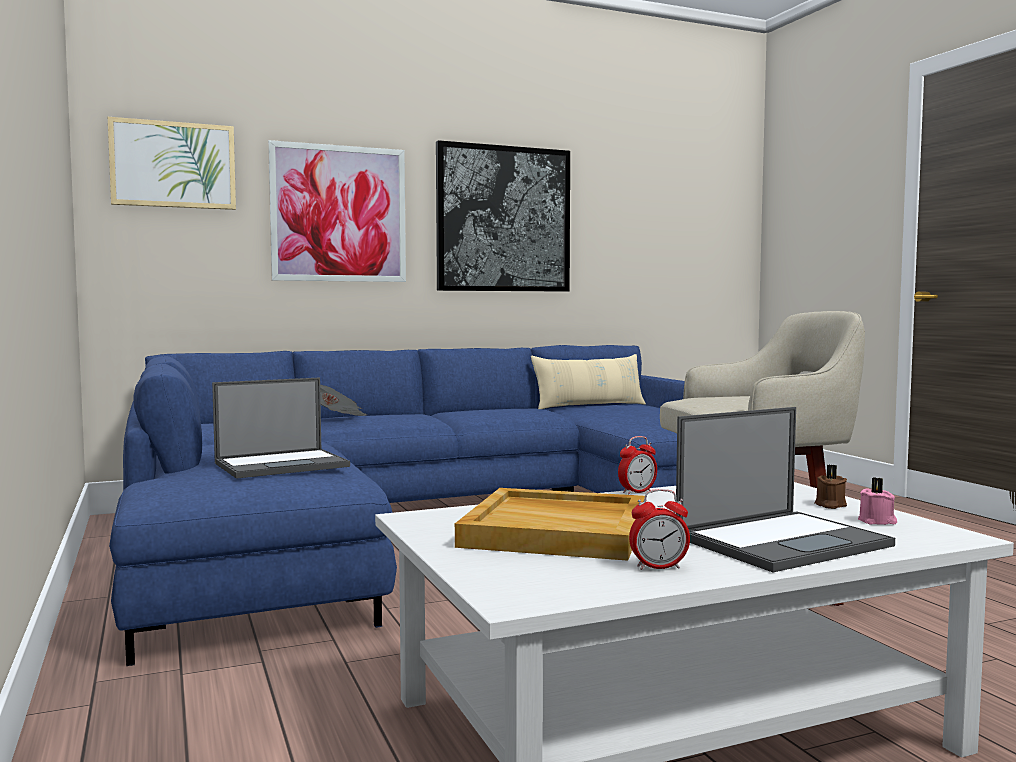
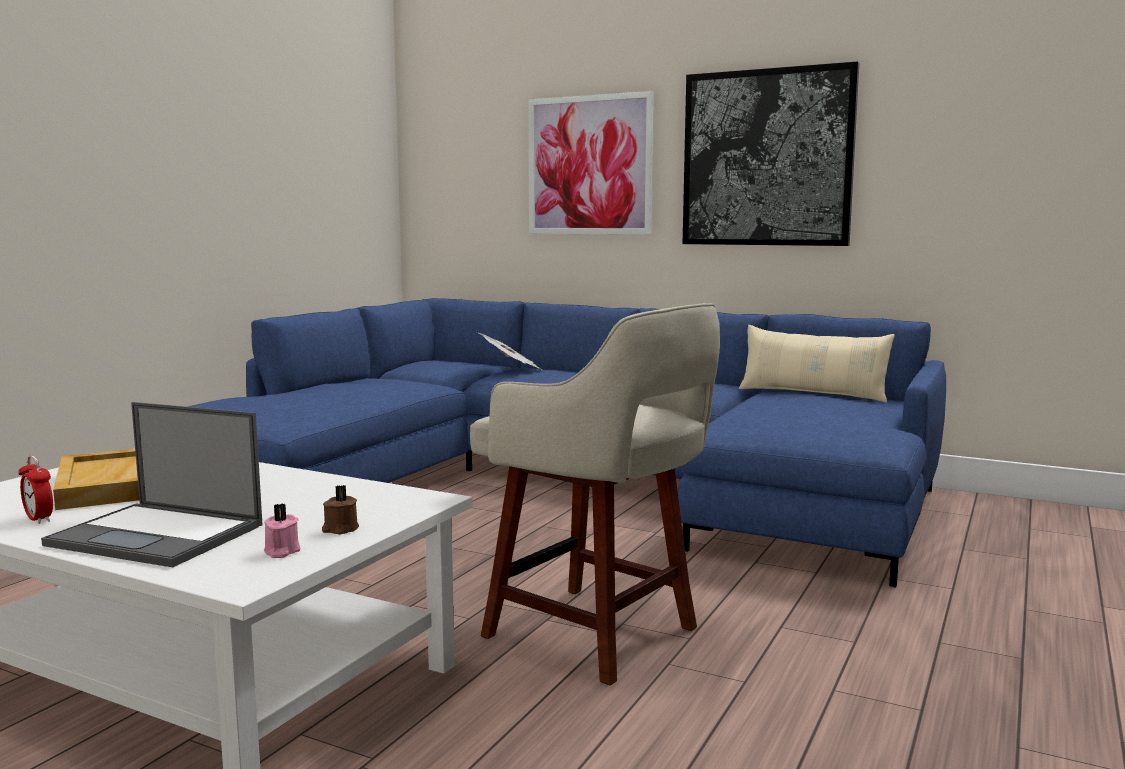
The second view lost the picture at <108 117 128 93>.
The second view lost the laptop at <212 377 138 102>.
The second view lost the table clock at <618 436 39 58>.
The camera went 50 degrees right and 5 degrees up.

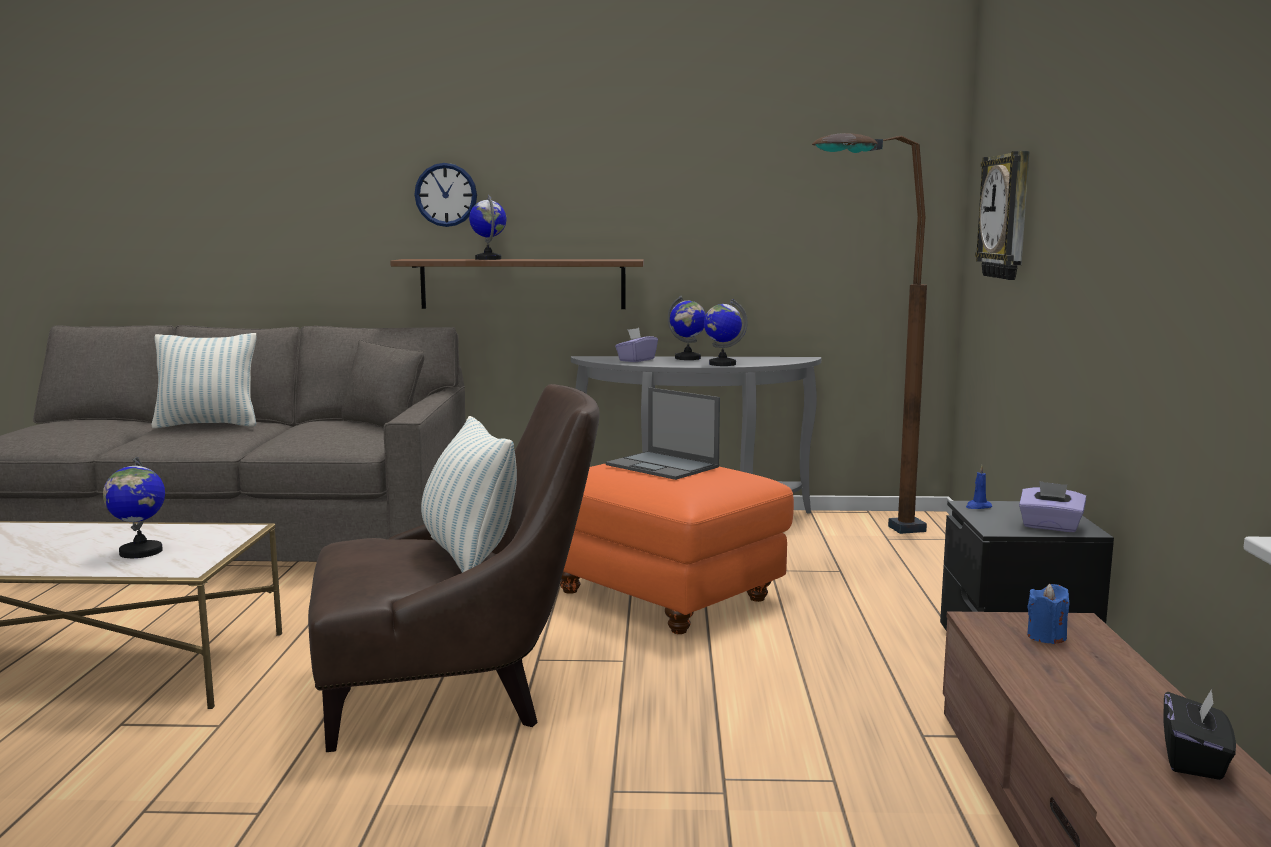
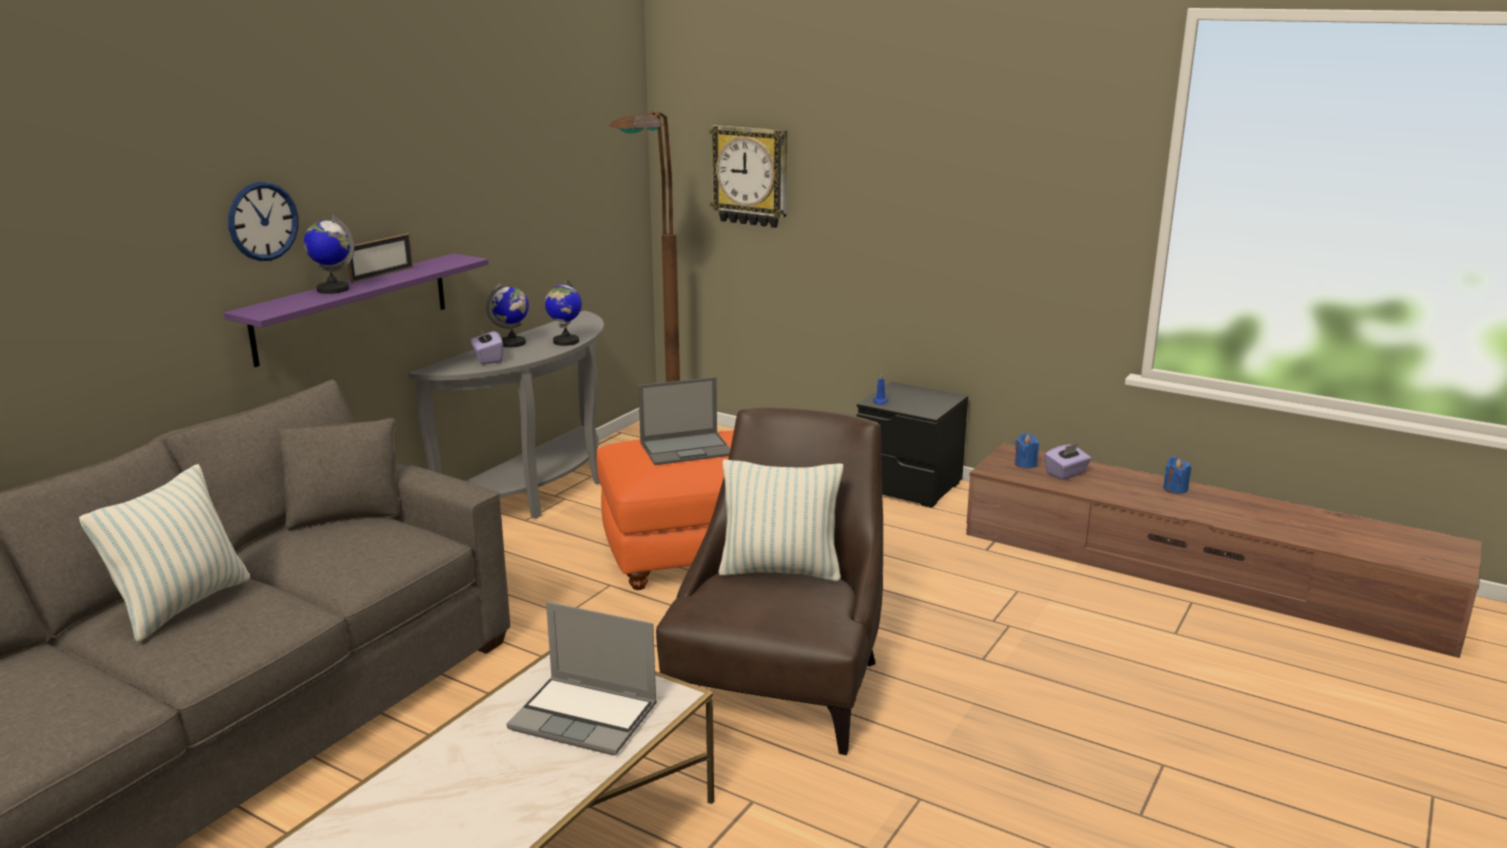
The second view gained the picture frame at <347 233 66 50>.
The tissue box/purple-coloured ended up elsewhere, having gone from <1019 481 67 51> to <1044 443 47 37>.
Where the desk globe stood at <103 456 62 102>, the laptop came to stand at <507 602 150 154>.
Where the tissue box/black stood at <1163 689 73 91>, the wax candle/blue came to stand at <1163 457 28 37>.
What was the shelf/brown at <390 259 254 50> turned into the shelf/purple-coloured at <224 253 264 114>.
The camera went 60 degrees left and 10 degrees up.

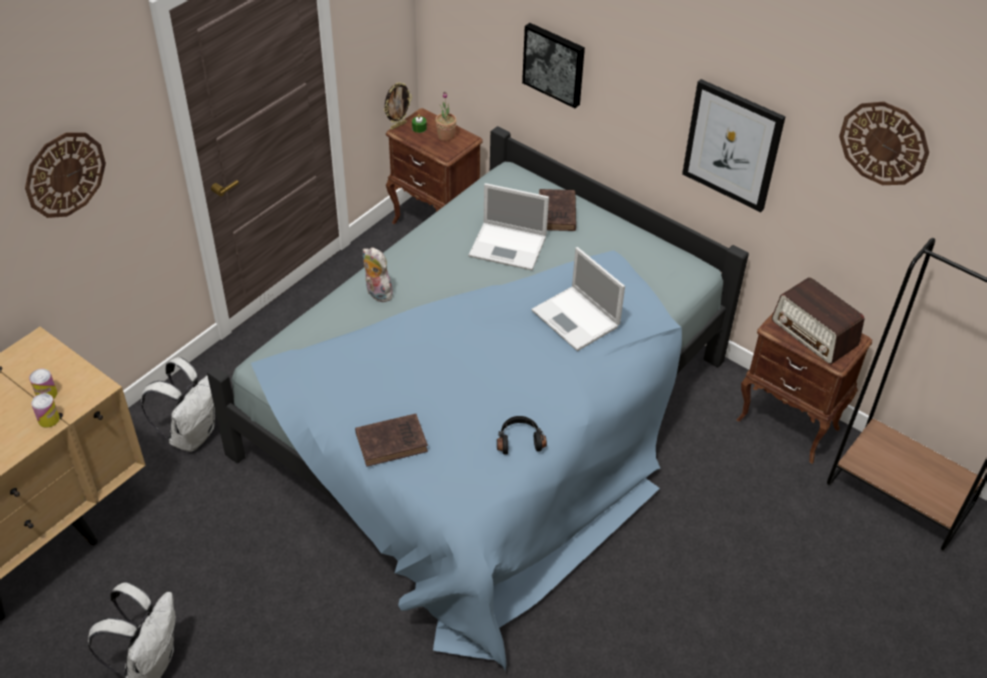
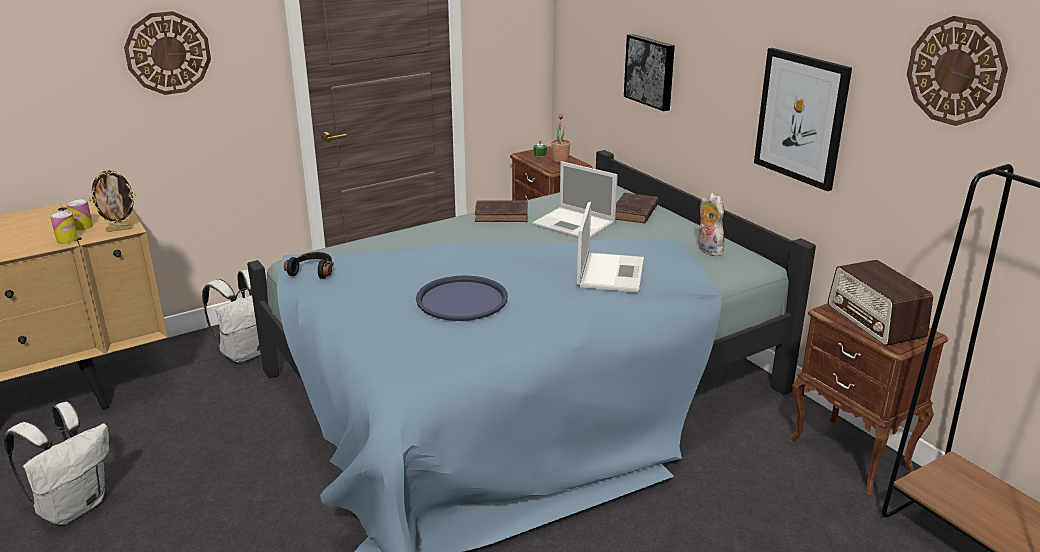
The second view gained the serving tray/blue at <416 275 92 46>.
The bound book/brown ended up elsewhere, having gone from <355 414 73 53> to <475 200 53 22>.
The soft toy ended up elsewhere, having gone from <363 247 30 55> to <698 193 27 63>.
The picture frame ended up elsewhere, having gone from <384 82 28 48> to <89 169 47 63>.
The pair of headphones/black ended up elsewhere, having gone from <497 416 50 39> to <284 252 50 27>.
The laptop at <531 247 94 104> ended up facing another way, 150 degrees counterclockwise from before.
The camera went 20 degrees right and 20 degrees down.

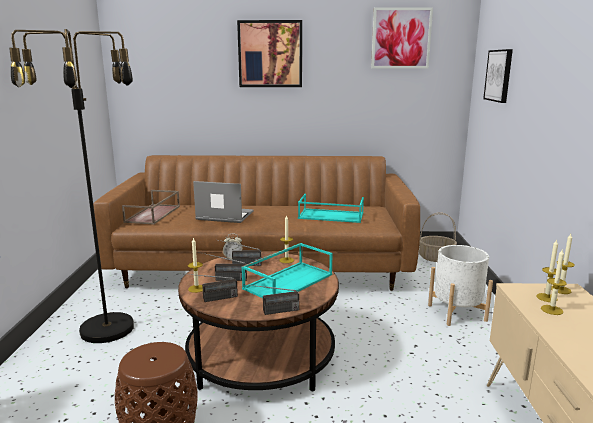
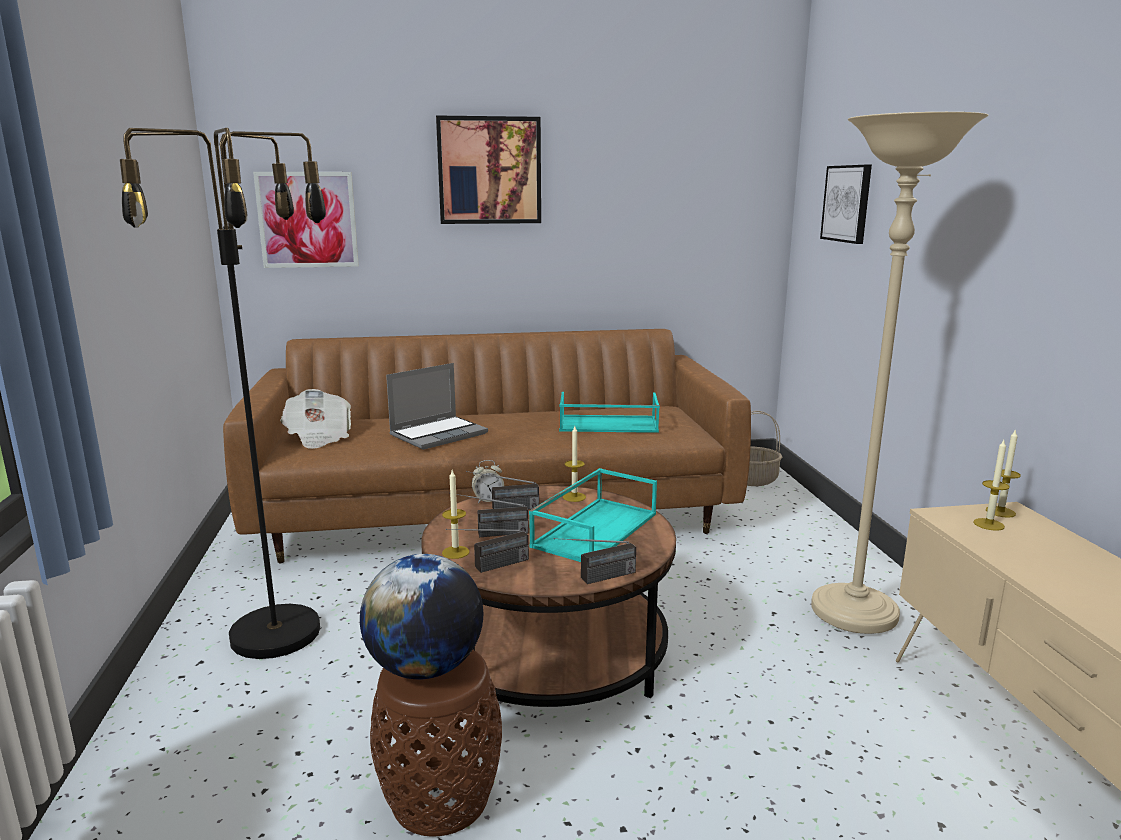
The second view lost the planter/white-coloured at <428 245 65 81>.
The second view lost the wax candle at <541 250 26 65>.
The second view gained the desk globe at <360 554 123 125>.
The second view gained the standard lamp/sand-coloured at <811 112 177 522>.
The picture ended up elsewhere, having gone from <371 7 62 62> to <253 172 106 96>.
Where the serving tray/brown stood at <122 190 58 35>, the daily paper came to stand at <281 389 70 60>.
The laptop at <193 181 60 42> ended up facing another way, 135 degrees clockwise from before.
The camera went 10 degrees left and 0 degrees up.

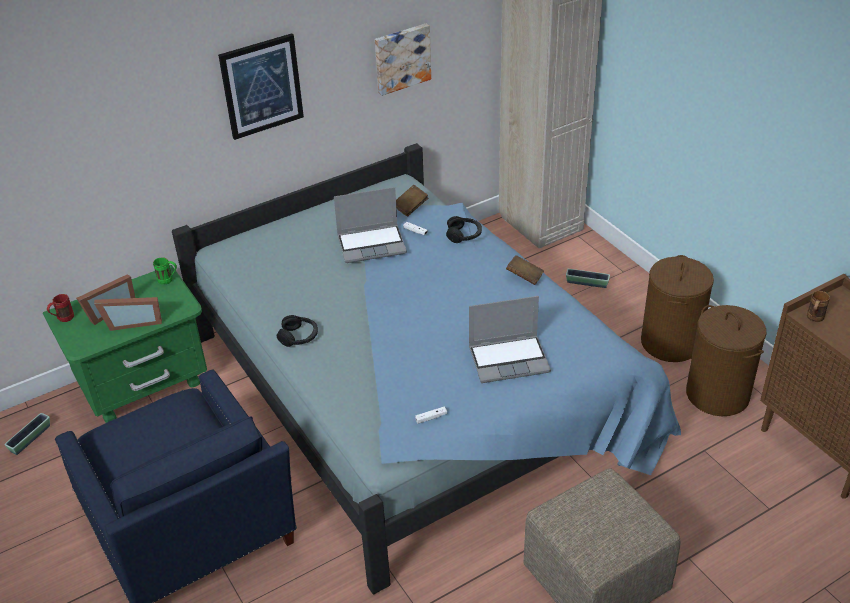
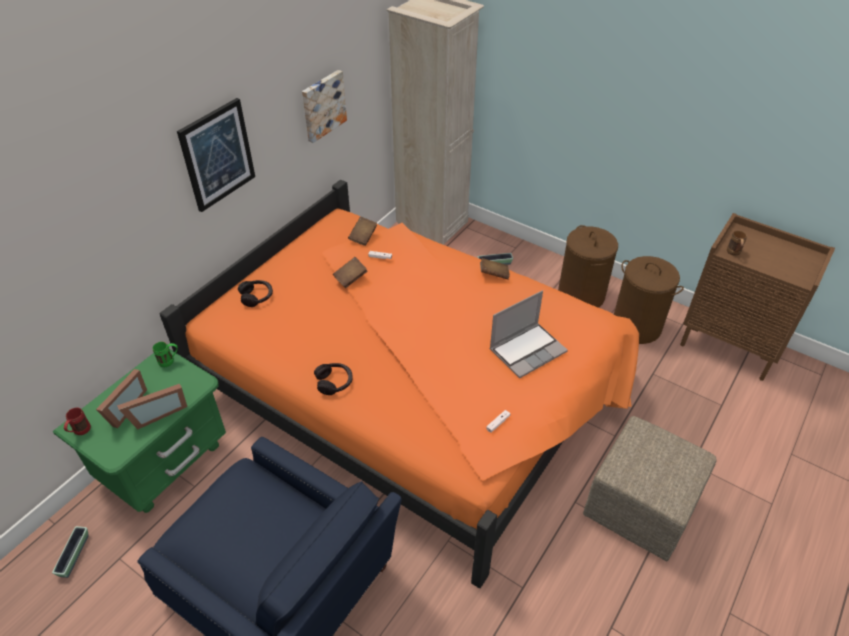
The pair of headphones/black ended up elsewhere, having gone from <446 216 36 27> to <238 280 35 27>.
Where the laptop stood at <334 187 73 76>, the bound book/brown came to stand at <333 257 34 31>.
What was the sleeping bed/blue at <172 143 509 451> turned into the sleeping bed/orange-coloured at <160 179 479 410>.
The camera went 25 degrees left and 5 degrees up.

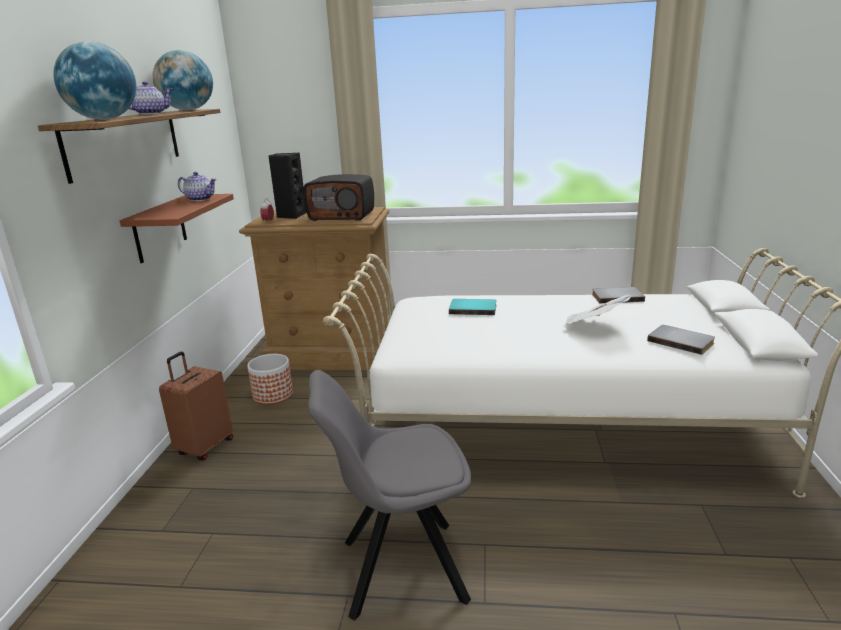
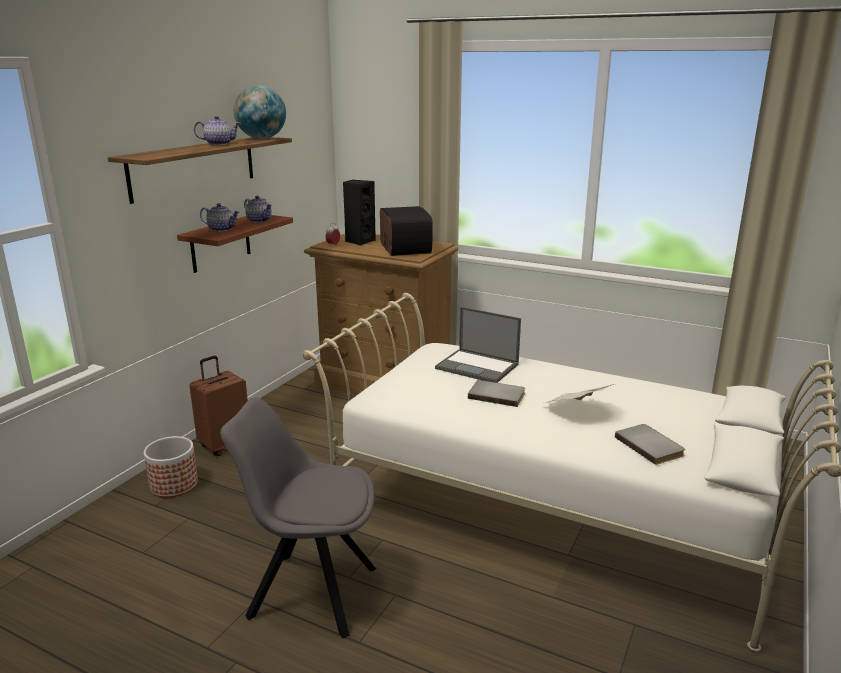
The second view lost the desk globe at <53 41 84 79>.
The second view gained the tea pot at <200 203 40 29>.
The planter ended up elsewhere, having gone from <247 354 46 51> to <144 436 54 62>.
The bound book/greyish ended up elsewhere, having gone from <592 287 53 16> to <468 380 57 27>.
Where the bound book/turquoise stood at <449 299 48 16>, the laptop came to stand at <435 307 86 76>.
The radio receiver at <303 174 71 47> ended up facing another way, 135 degrees counterclockwise from before.
The camera went 20 degrees right and 0 degrees up.

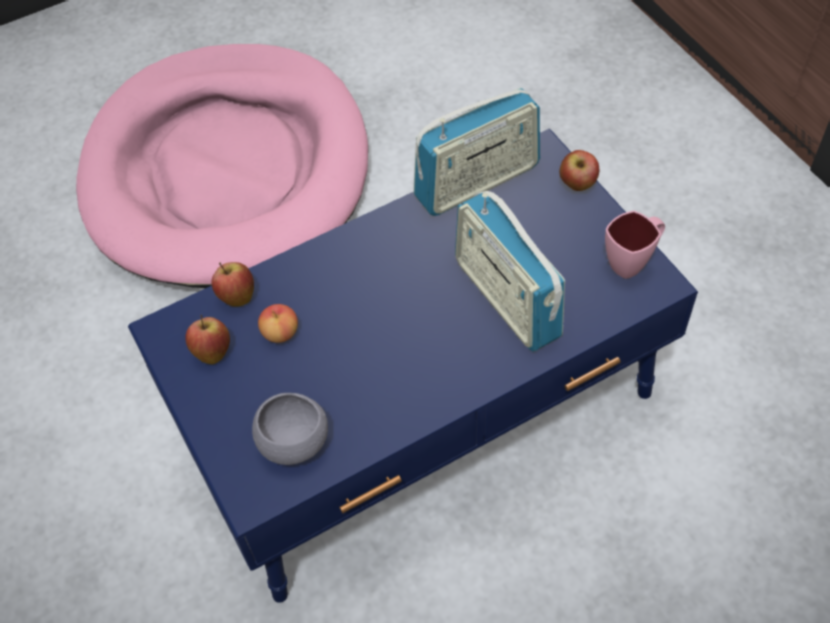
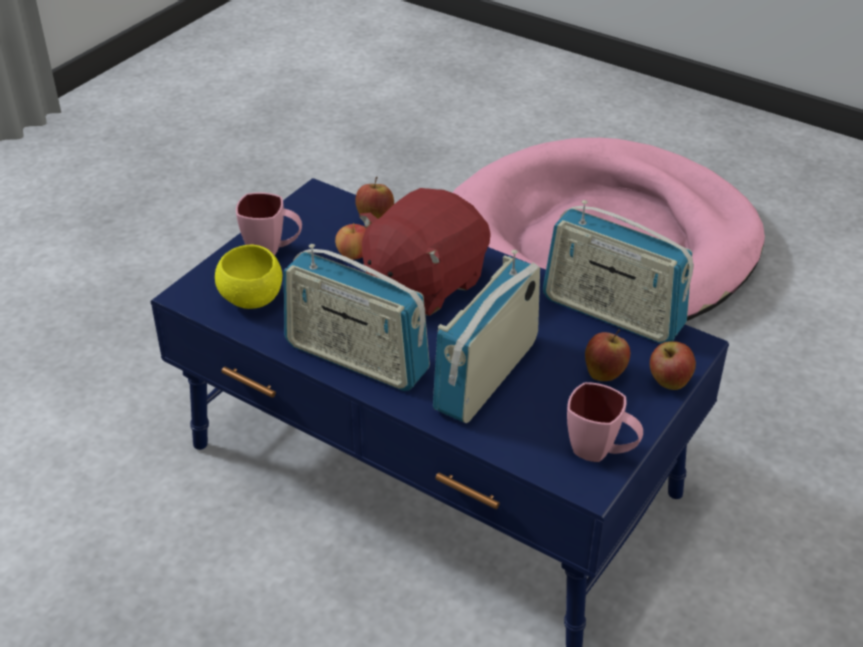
The second view gained the coffee mug/pinkish at <236 192 66 63>.
The second view gained the radio receiver at <284 244 146 147>.
The second view gained the soft toy/red at <359 188 132 128>.
The apple ended up elsewhere, having gone from <186 315 44 49> to <585 330 45 51>.
What was the serving bowl/greyish at <252 393 76 72> turned into the serving bowl/yellowish at <215 244 67 65>.
The camera went 60 degrees right and 15 degrees down.

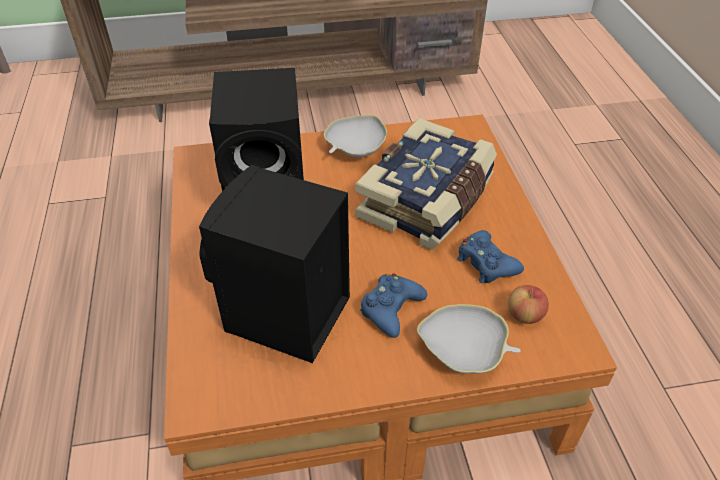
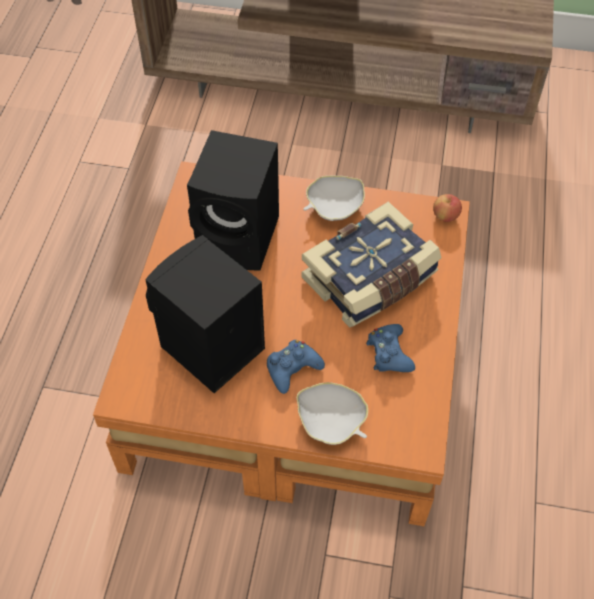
The apple ended up elsewhere, having gone from <508 285 41 39> to <433 194 29 28>.
The camera went 20 degrees right and 10 degrees up.

